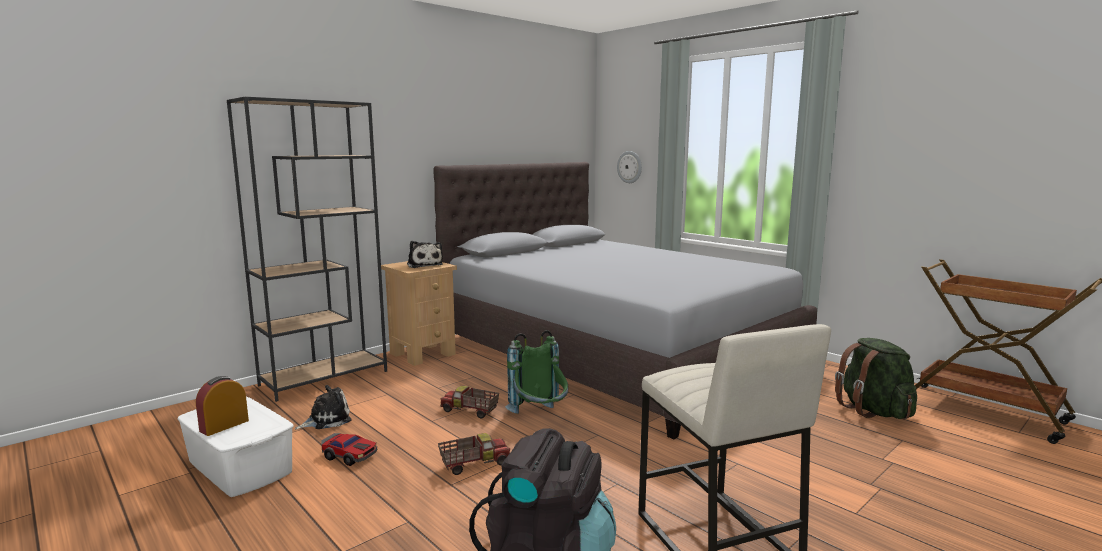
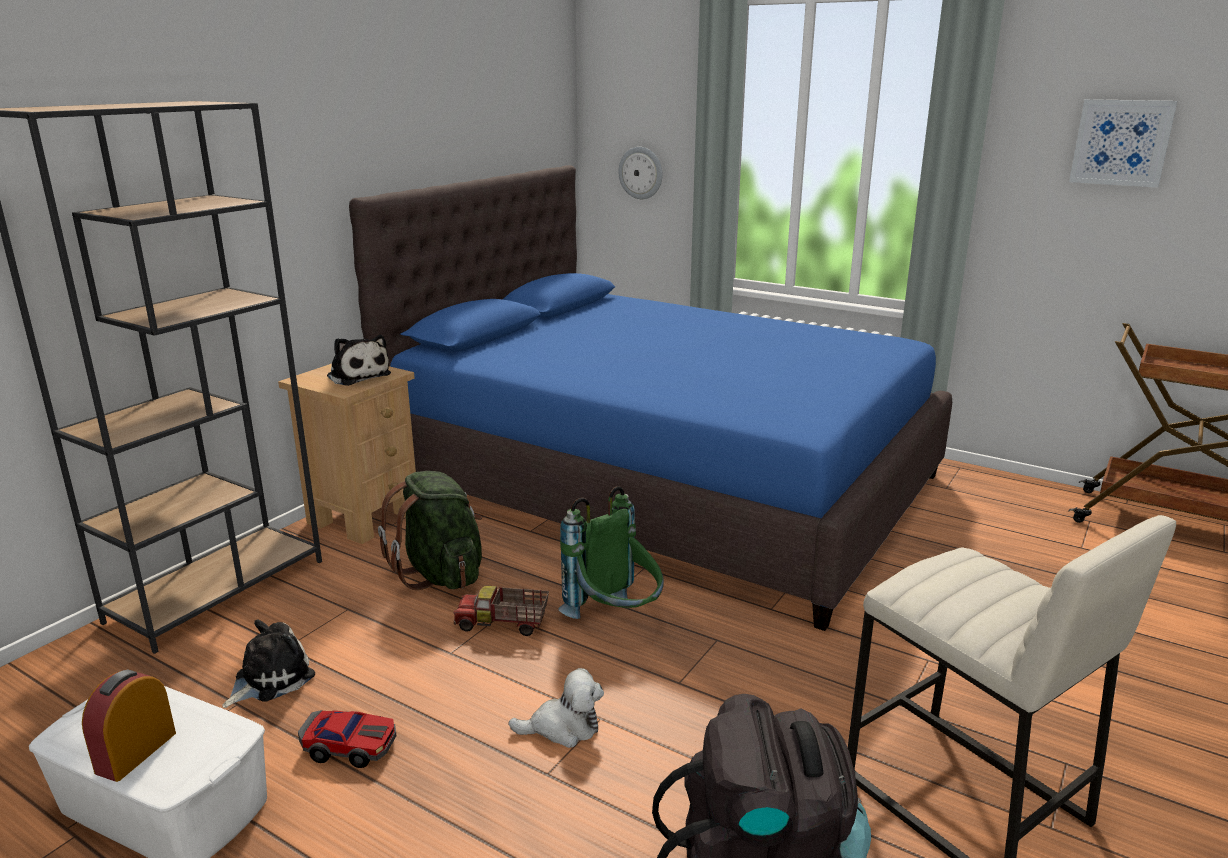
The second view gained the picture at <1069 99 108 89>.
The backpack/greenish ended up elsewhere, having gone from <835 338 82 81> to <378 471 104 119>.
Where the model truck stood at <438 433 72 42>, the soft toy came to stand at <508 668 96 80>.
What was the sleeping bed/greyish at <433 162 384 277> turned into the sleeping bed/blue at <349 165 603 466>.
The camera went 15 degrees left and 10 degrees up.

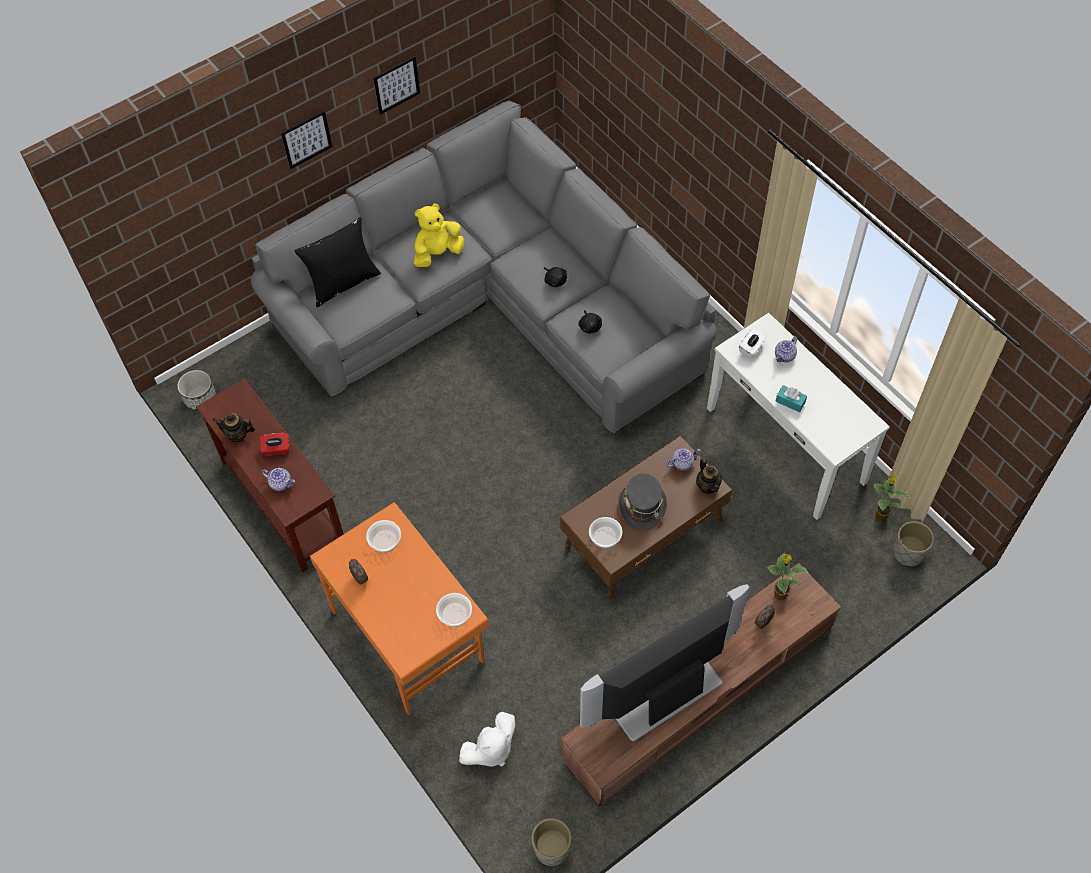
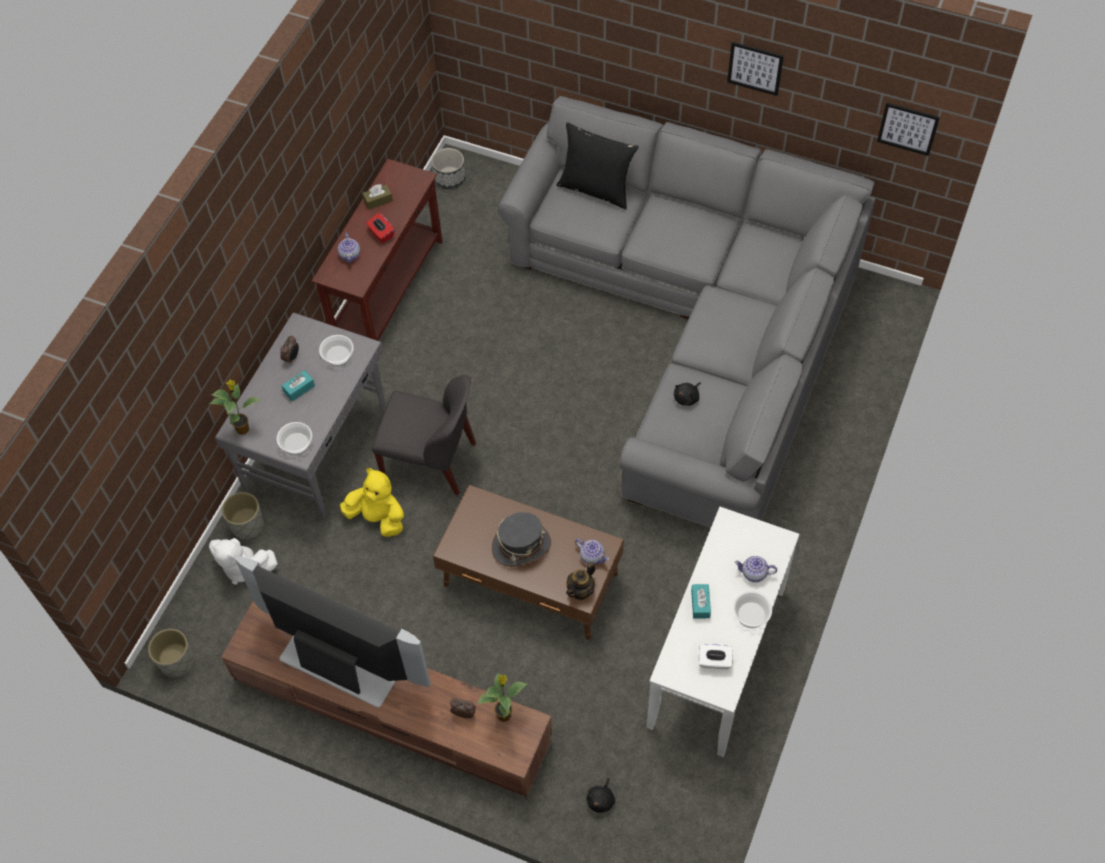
The second view gained the tissue box/turquoise at <282 370 33 31>.
The second view gained the plain chair/greyish at <372 375 104 120>.
The picture ended up elsewhere, having gone from <281 110 51 59> to <877 103 63 53>.
The soft toy/yellowish ended up elsewhere, having gone from <414 204 50 63> to <340 468 64 69>.
The soft toy/black ended up elsewhere, having gone from <544 267 23 20> to <586 778 29 35>.
The serving bowl ended up elsewhere, having gone from <589 517 33 32> to <733 591 39 37>.
The tissue box/white-coloured ended up elsewhere, having gone from <739 328 27 30> to <699 644 34 25>.
The houseplant ended up elsewhere, having gone from <873 475 37 46> to <209 380 52 55>.
The planter/greyish ended up elsewhere, having gone from <893 521 41 46> to <222 492 42 47>.
Where the tea pot stood at <213 413 42 30>, the tissue box/brown came to stand at <362 184 31 26>.
What was the desk table/orange-coloured at <310 502 179 213> turned into the desk table/greyish at <215 312 171 207>.
The camera went 60 degrees right and 0 degrees up.

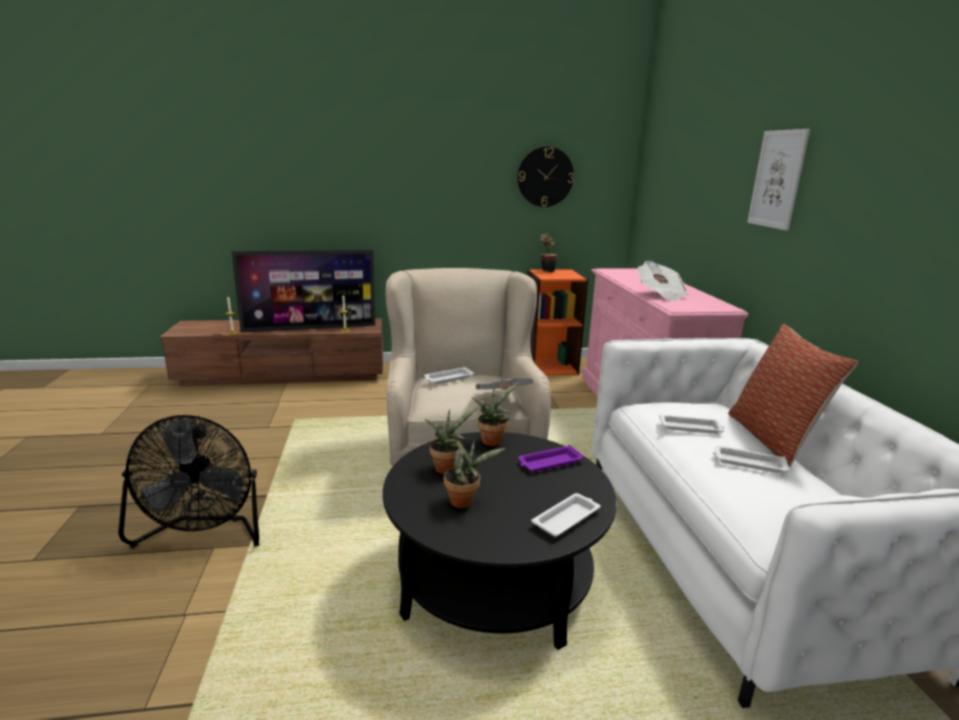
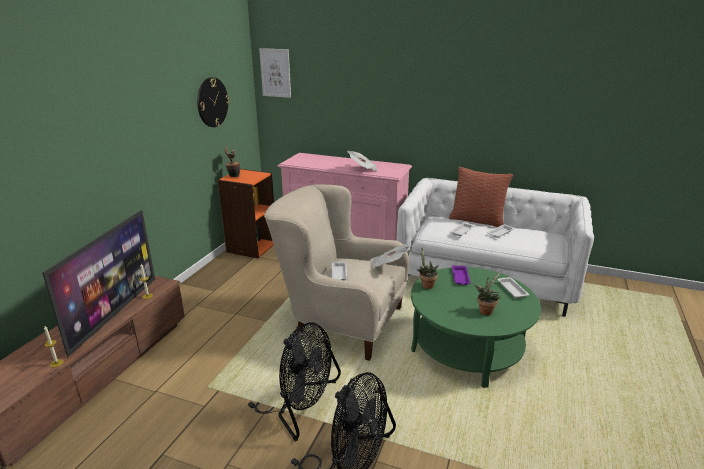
The second view lost the houseplant at <425 406 54 68>.
The second view gained the fan/black at <248 322 93 120>.
The picture ended up elsewhere, having gone from <747 129 63 101> to <259 48 32 50>.
What was the low table/black at <383 432 234 218> turned into the low table/greenish at <411 267 130 121>.
The camera went 60 degrees left and 5 degrees up.

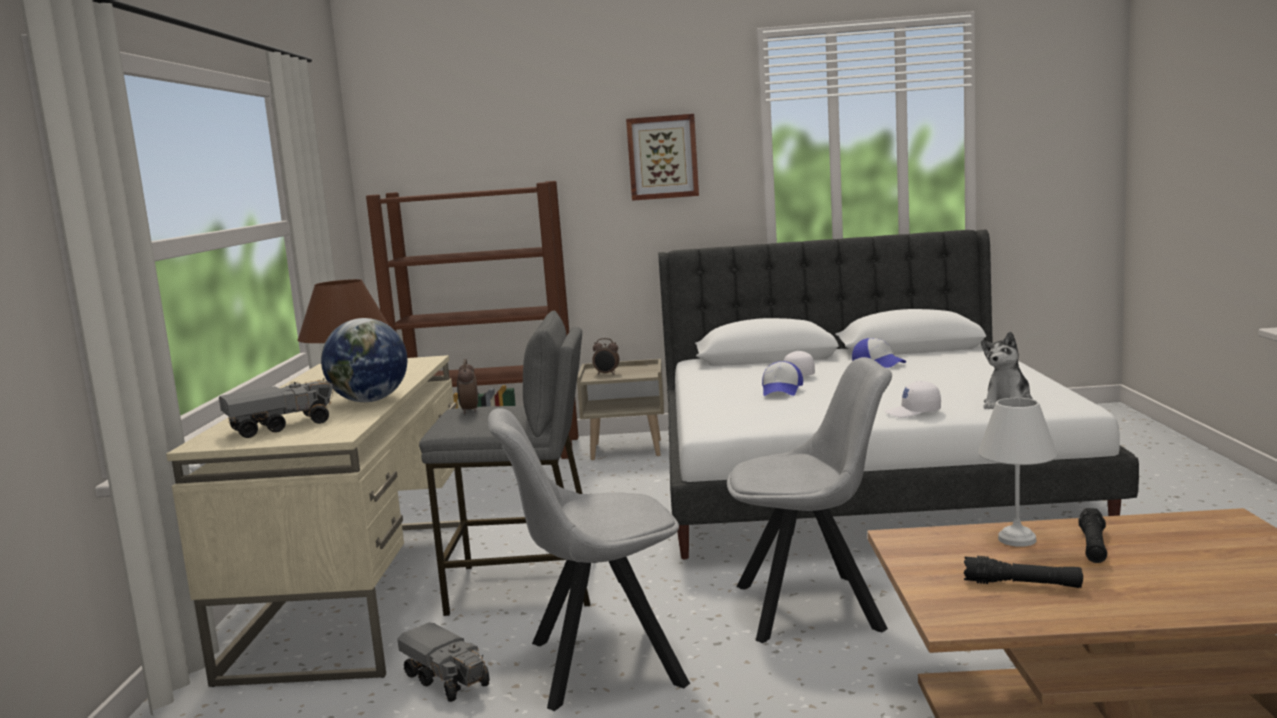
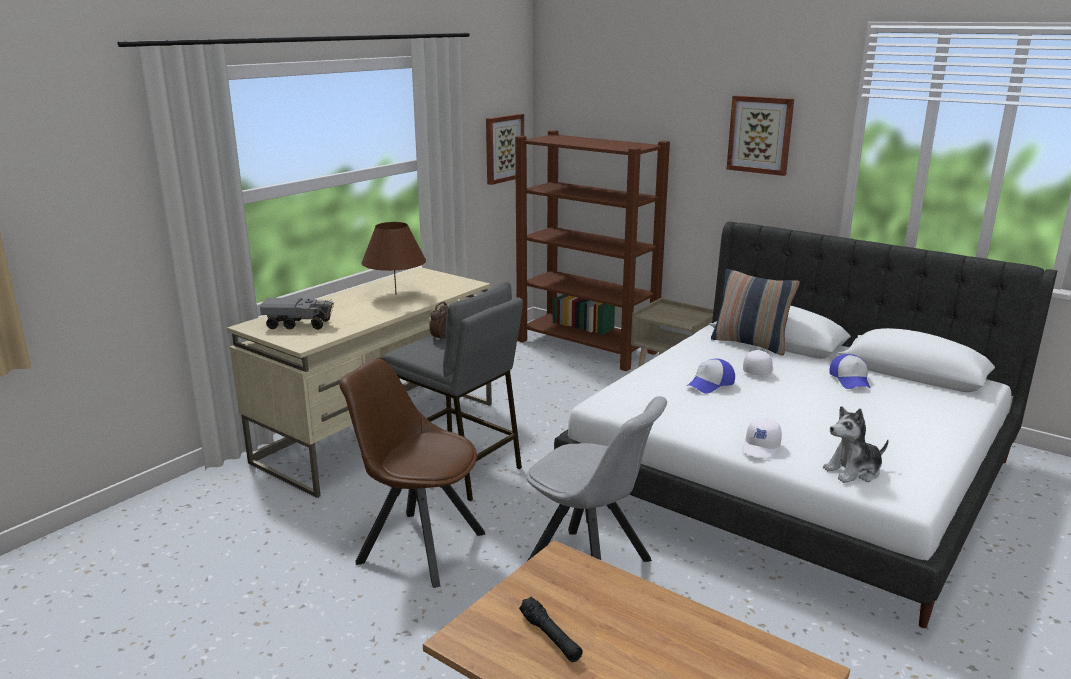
The second view lost the desk globe at <321 318 86 84>.
The second view lost the model truck at <397 623 93 79>.
The second view lost the table clock at <592 338 27 37>.
The second view lost the tabletop lamp/white-coloured at <978 398 79 149>.
The second view lost the torch/black at <1078 508 29 55>.
The second view gained the picture at <486 114 38 71>.
The second view gained the pillow at <711 269 89 86>.
What was the plain chair/greyish at <488 408 202 303> turned into the plain chair/brown at <340 359 146 229>.
The peaked cap/white-coloured at <885 381 56 37> ended up facing another way, 90 degrees counterclockwise from before.
The camera went 35 degrees right and 10 degrees up.

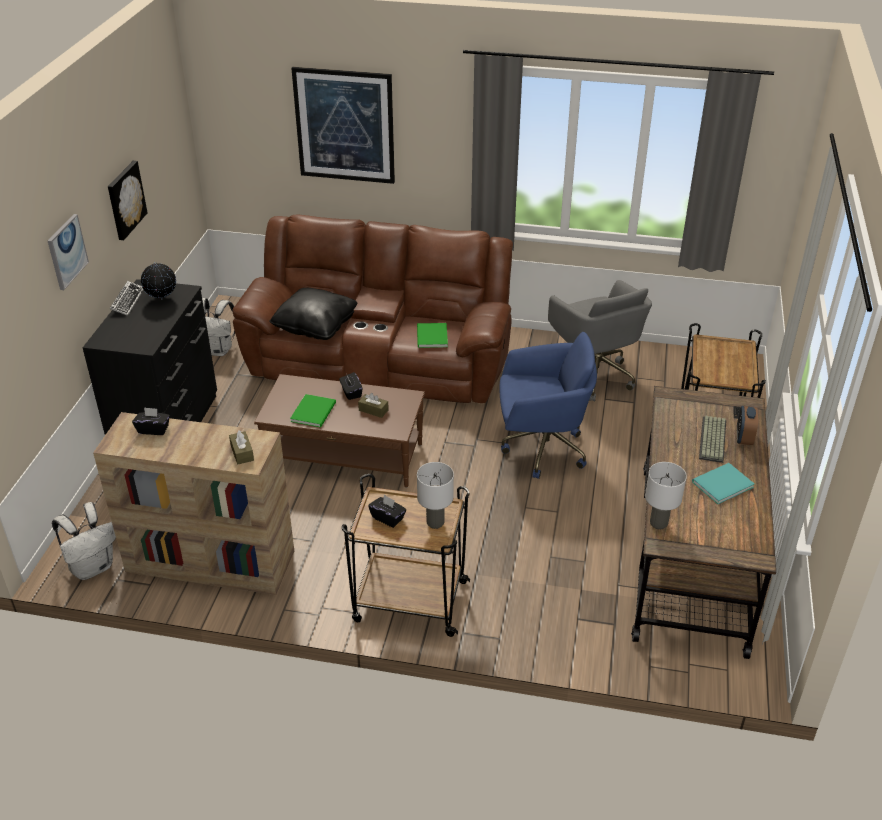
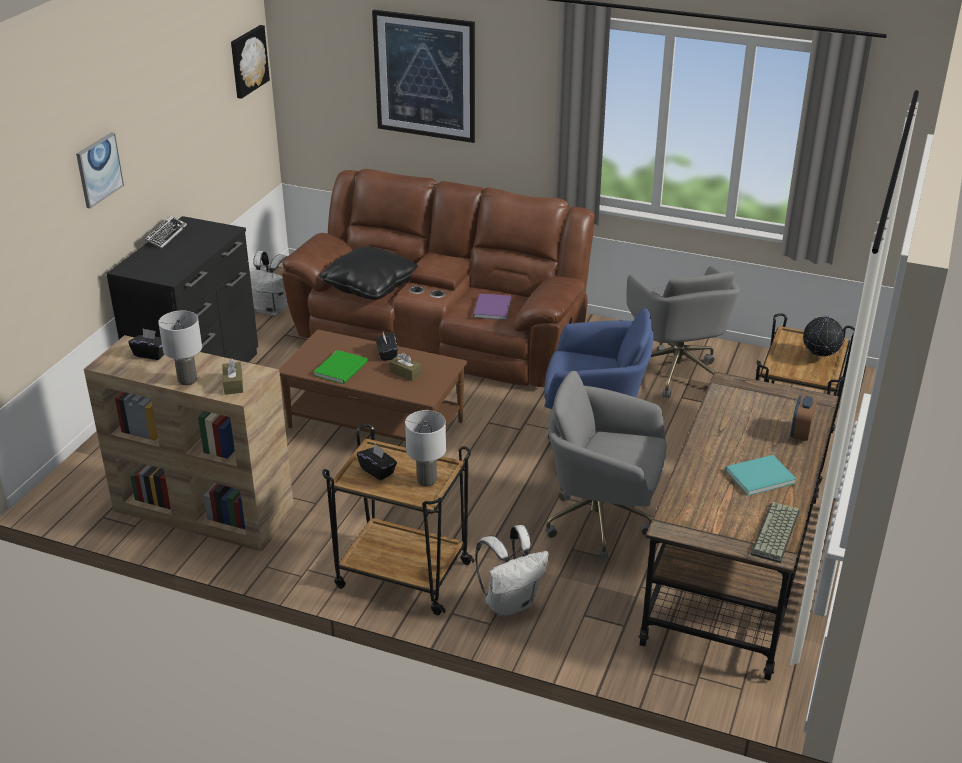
The second view gained the office chair/greyish at <545 371 122 188>.
The backpack/white-coloured ended up elsewhere, having gone from <52 502 64 78> to <475 525 74 92>.
The picture ended up elsewhere, having gone from <108 161 39 79> to <231 25 39 74>.
The desk globe ended up elsewhere, having gone from <141 262 35 38> to <803 315 41 43>.
The tabletop lamp/white-coloured ended up elsewhere, having gone from <645 462 42 67> to <158 310 44 75>.
The keyboard ended up elsewhere, having gone from <699 416 27 47> to <751 502 49 61>.
What was the bound book/greenish at <417 323 31 25> turned into the bound book/purple-coloured at <473 294 38 26>.
The camera went 10 degrees right and 5 degrees down.

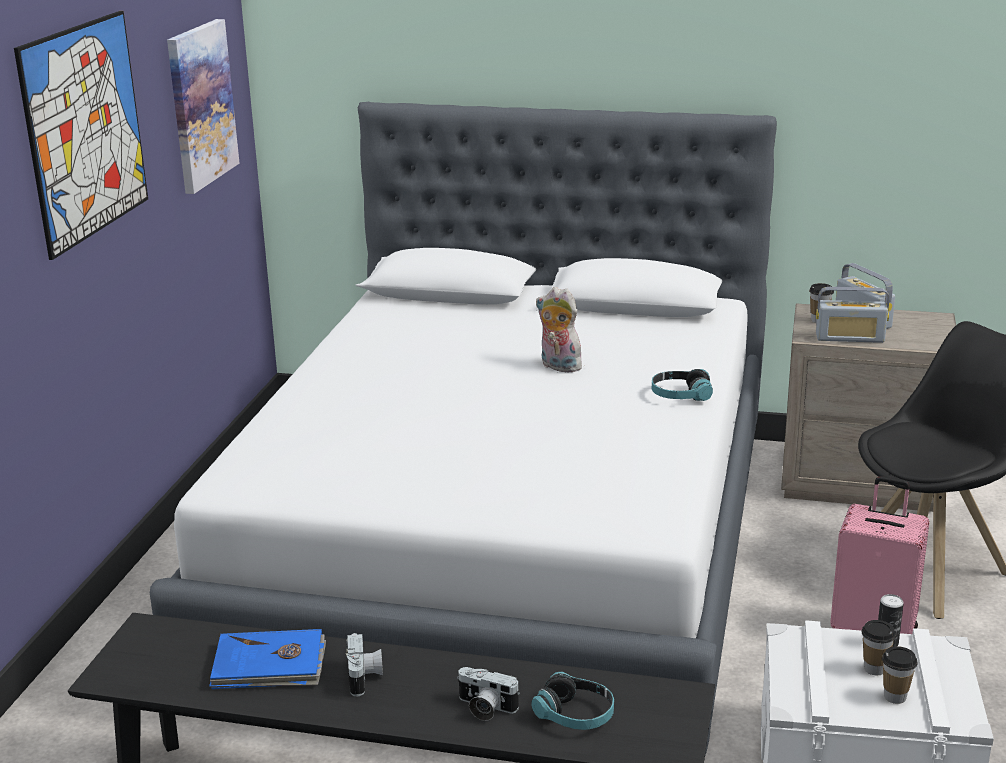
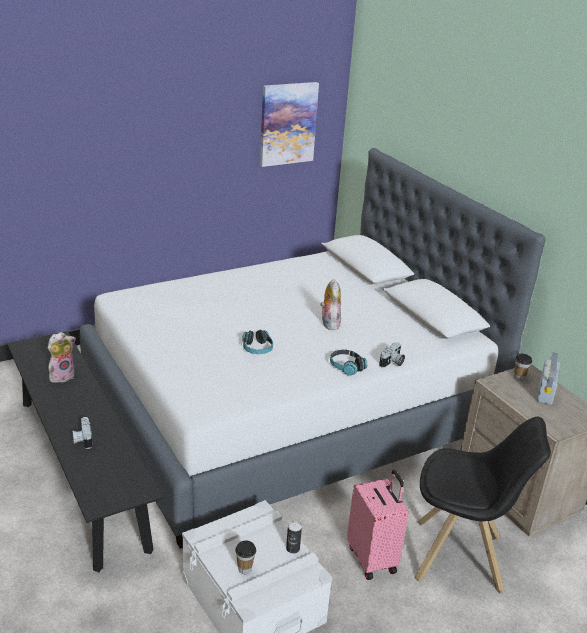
The second view lost the picture at <14 11 134 249>.
The second view lost the radio receiver at <816 287 73 56>.
The second view lost the small cup at <862 620 34 55>.
The still camera ended up elsewhere, having gone from <346 633 37 63> to <379 342 26 26>.
The pair of headphones ended up elsewhere, having gone from <531 672 83 58> to <242 330 31 24>.
Where the bound book/blue stood at <209 629 117 60>, the soft toy came to stand at <48 332 28 51>.
The camera went 45 degrees right and 5 degrees up.

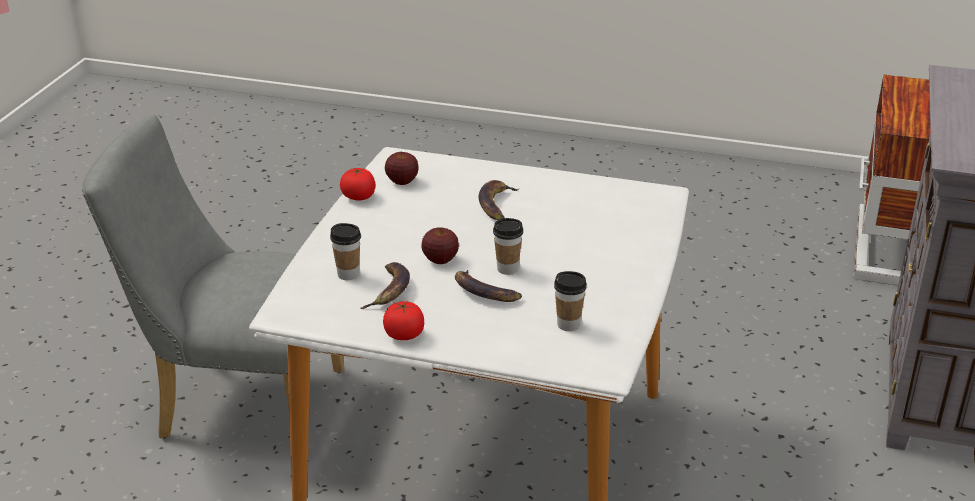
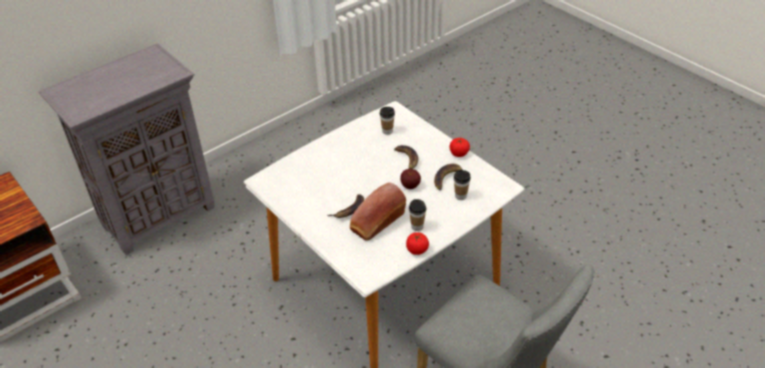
The second view lost the apple at <385 151 33 34>.
The second view gained the bread at <350 183 56 58>.
The small cup ended up elsewhere, having gone from <493 218 30 57> to <409 199 17 32>.
The camera went 145 degrees left and 10 degrees up.

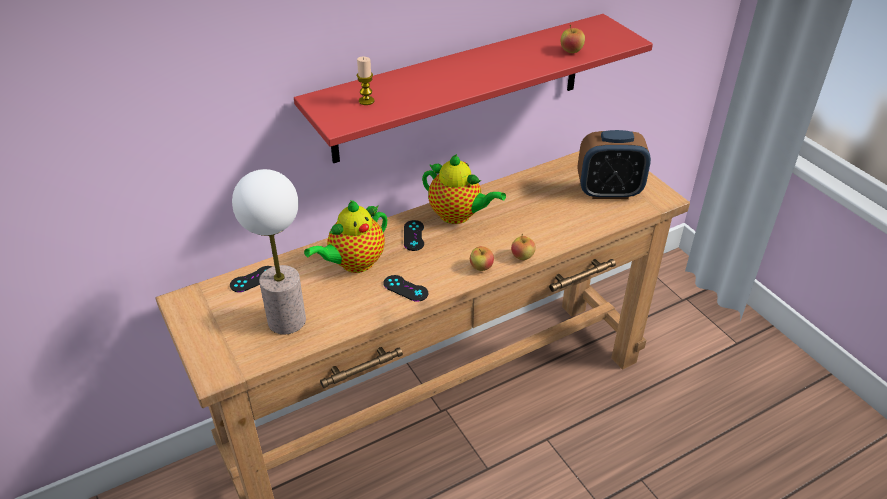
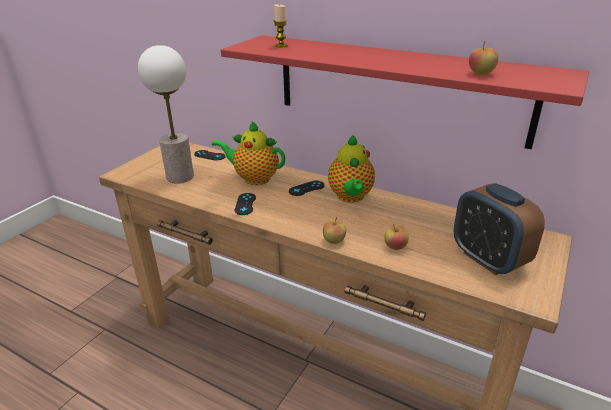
The apple ended up elsewhere, having gone from <470 246 24 25> to <384 224 25 26>.
The camera went 60 degrees right and 10 degrees down.

